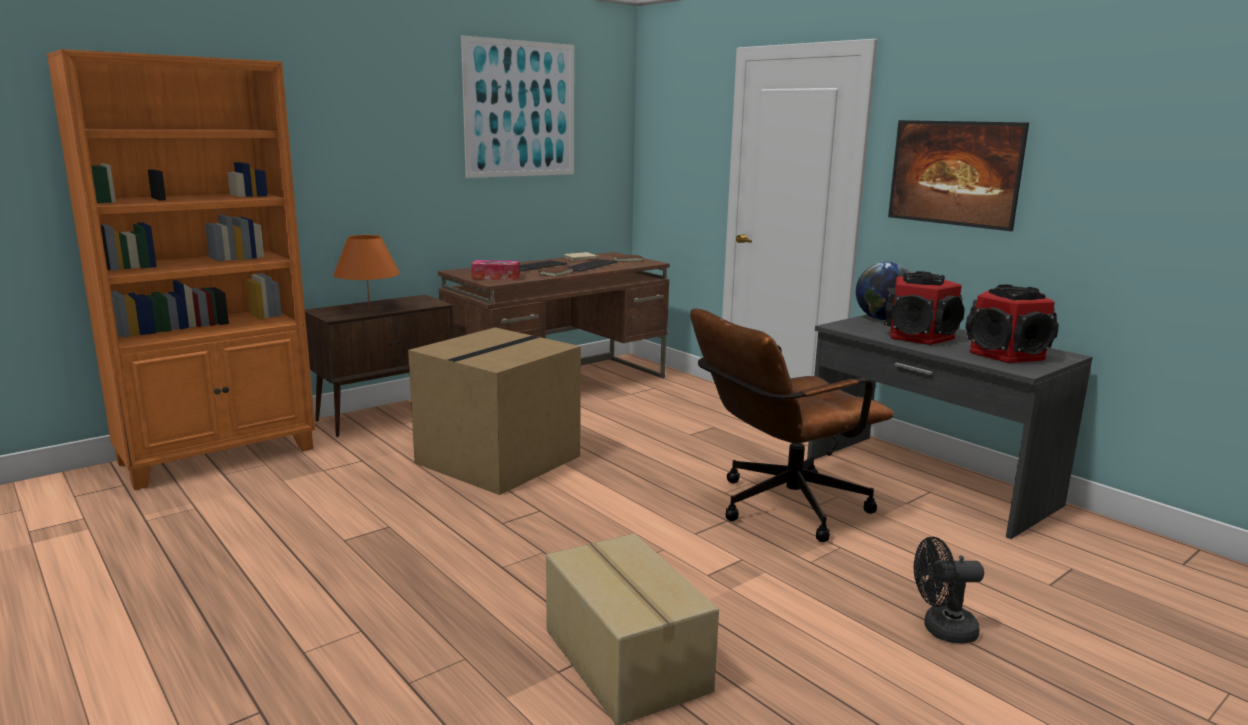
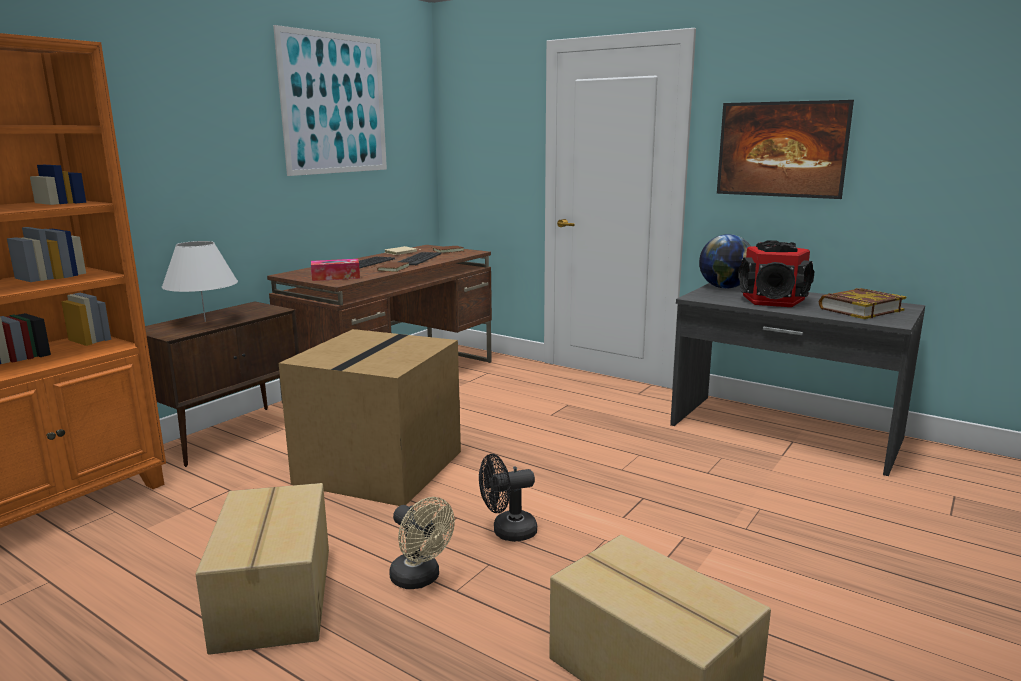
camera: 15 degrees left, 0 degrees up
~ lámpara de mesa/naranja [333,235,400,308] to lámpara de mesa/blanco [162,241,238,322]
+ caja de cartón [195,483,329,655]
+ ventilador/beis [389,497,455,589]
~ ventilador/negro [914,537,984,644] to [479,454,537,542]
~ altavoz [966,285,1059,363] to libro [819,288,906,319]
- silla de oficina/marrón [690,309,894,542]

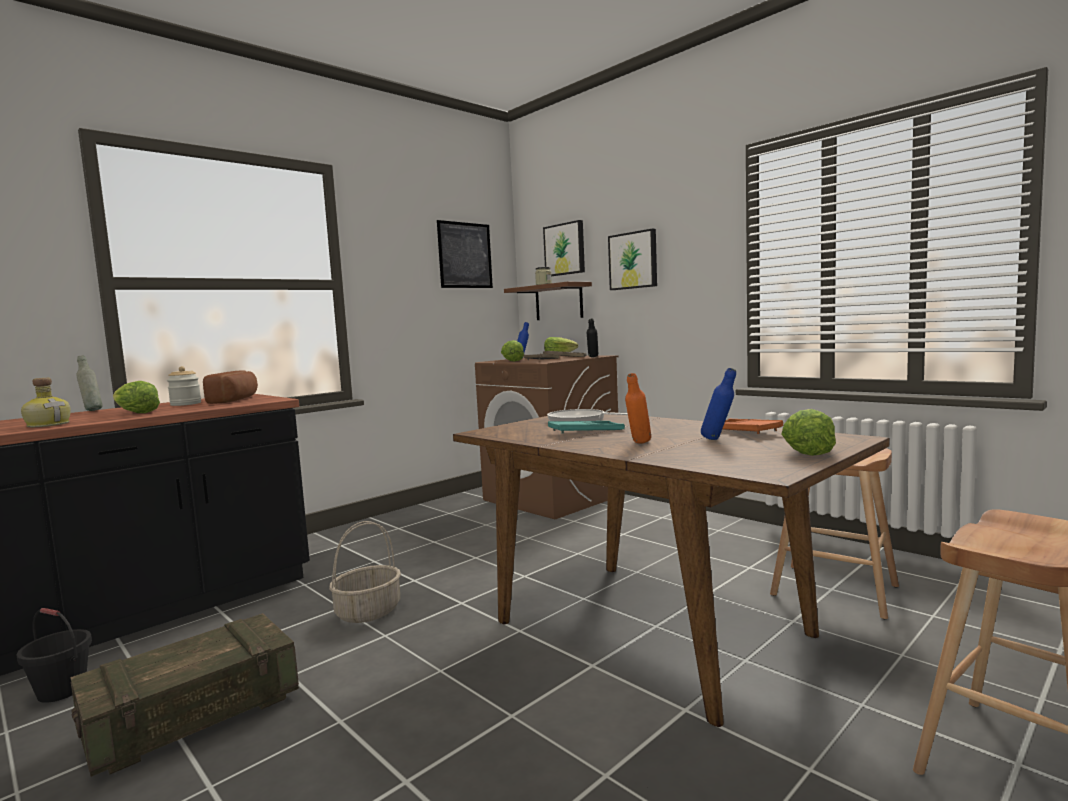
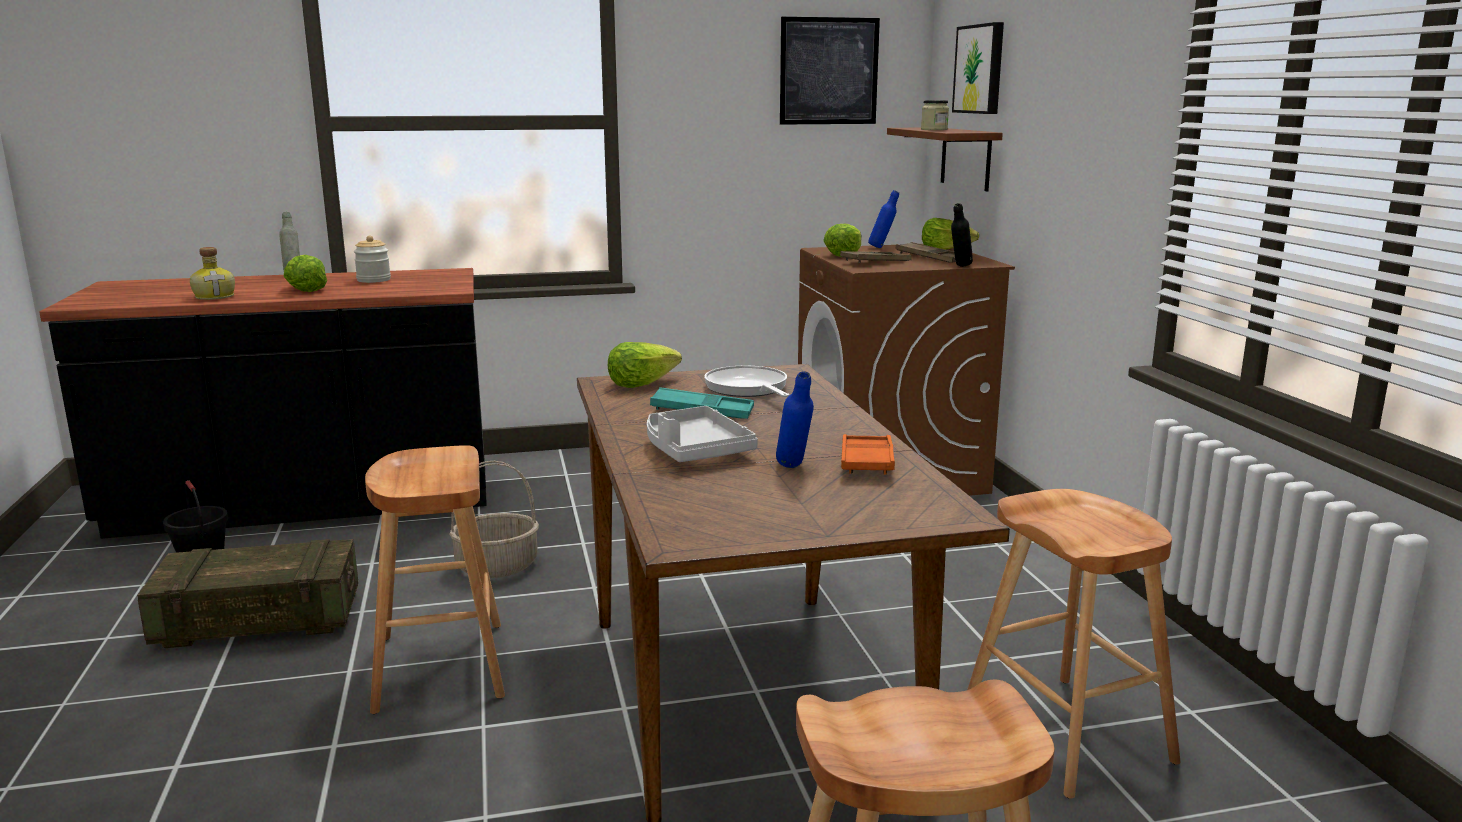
camera: 30 degrees right, 10 degrees up
+ taburete/marrón [365,445,505,714]
~ lechuga [781,409,836,456] to [608,342,682,388]
~ botella/naranja [625,373,651,444] to bandeja/gris [647,406,758,462]
- pan [203,370,258,404]
- cuadro [608,229,657,290]

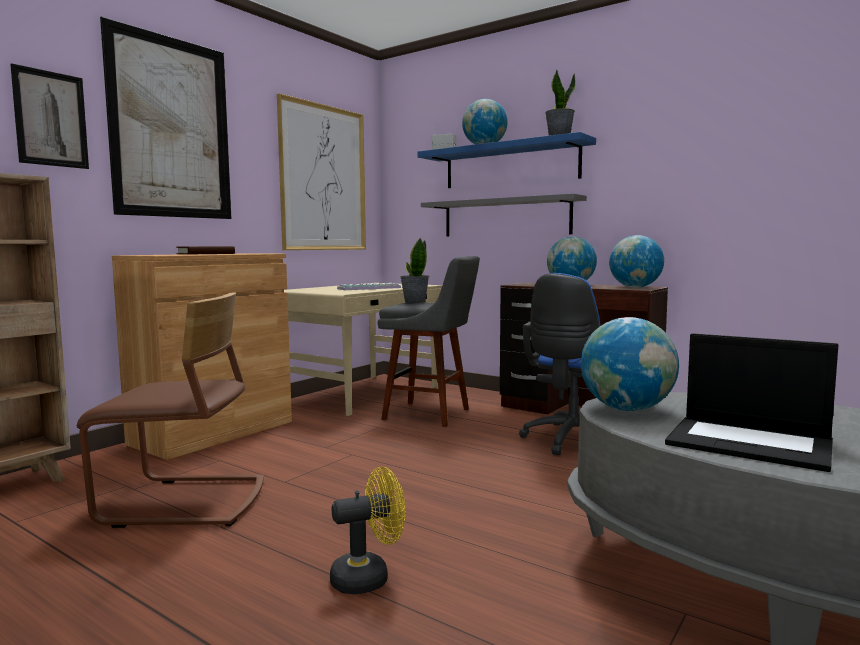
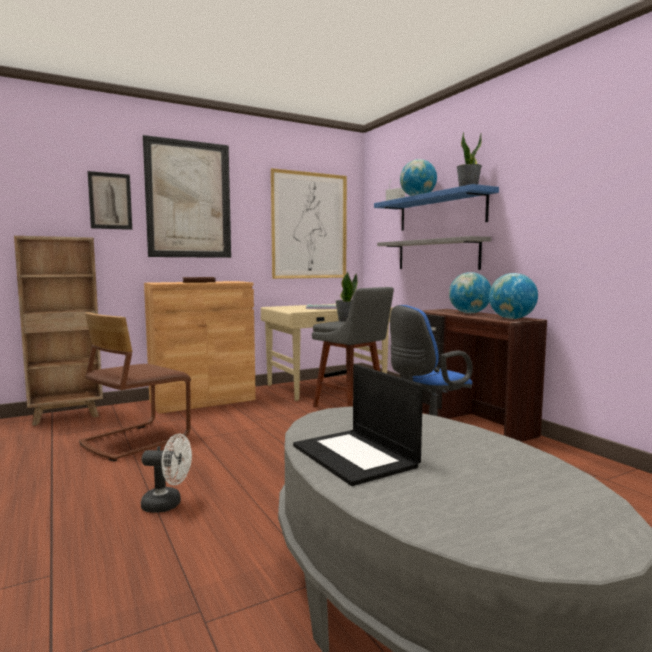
camera: 25 degrees right, 0 degrees up
~ silla/marrón [77,293,264,528] = [79,312,191,461] 105 degrees clockwise
~ ventilador/amarillo [330,467,406,594] to ventilador/blanco [141,433,192,513]
- globo terráqueo [581,317,679,411]

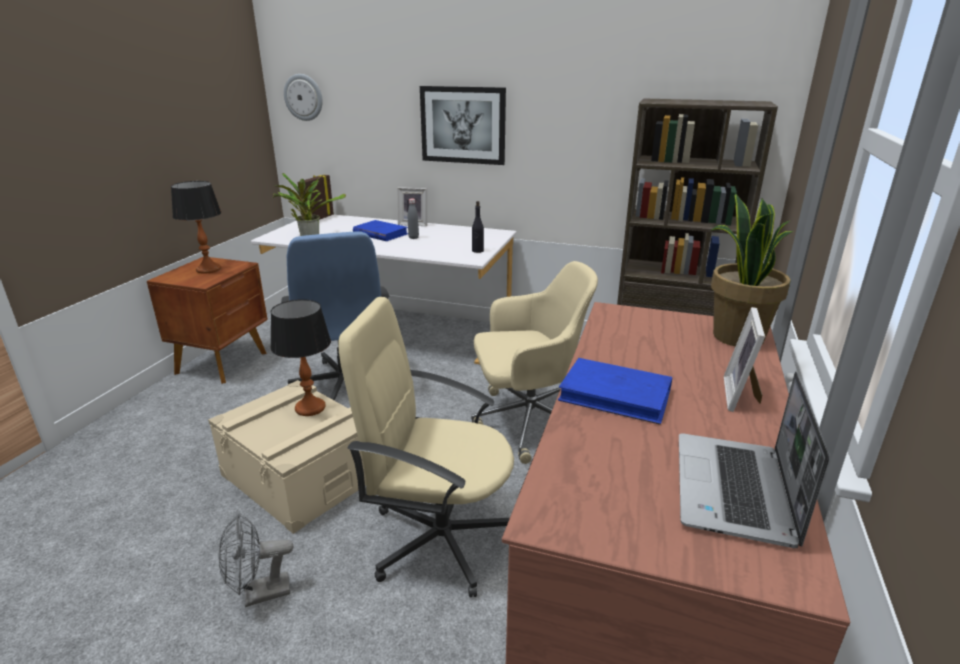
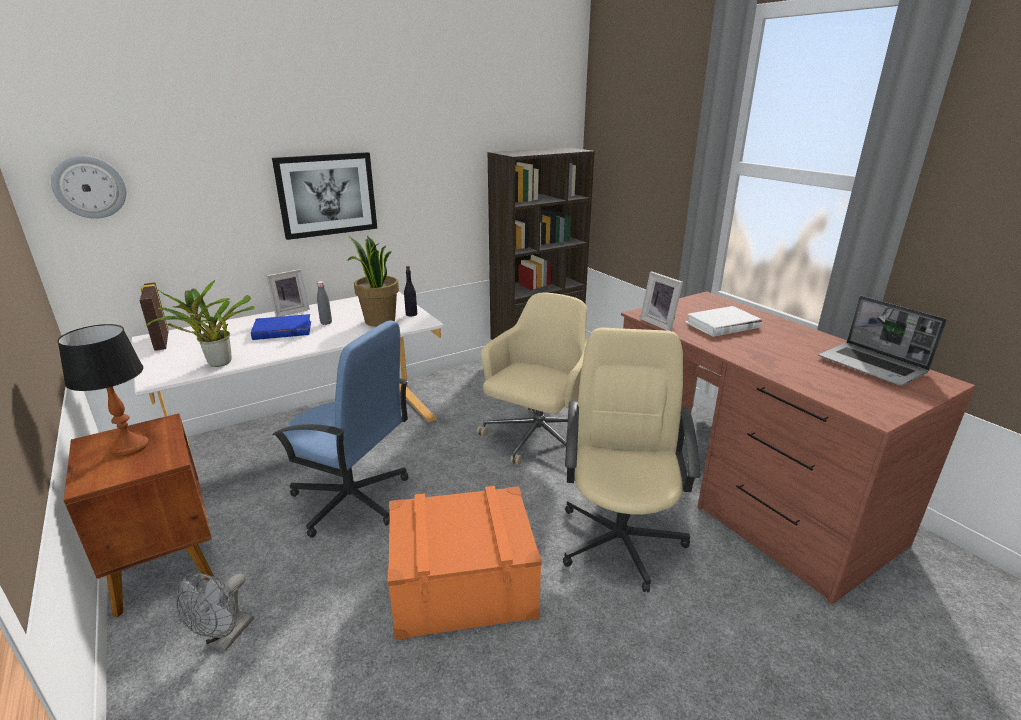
camera: 50 degrees left, 0 degrees up
~ ventilador/gris [219,513,293,607] to [176,573,254,651]
~ planta en maceta [710,194,793,346] to [347,236,399,327]
~ caja de almacenaje/beis [208,380,366,534] to caja de almacenaje/naranja [388,486,542,640]
~ silla de oficina/beis [338,297,514,598] = [563,327,701,592] 135 degrees clockwise
~ portarretratos [724,307,765,412] to [640,271,683,331]
+ libro/blanco [685,306,762,337]
- lámpara de mesa [270,299,331,416]
- libro/azul [558,358,672,425]

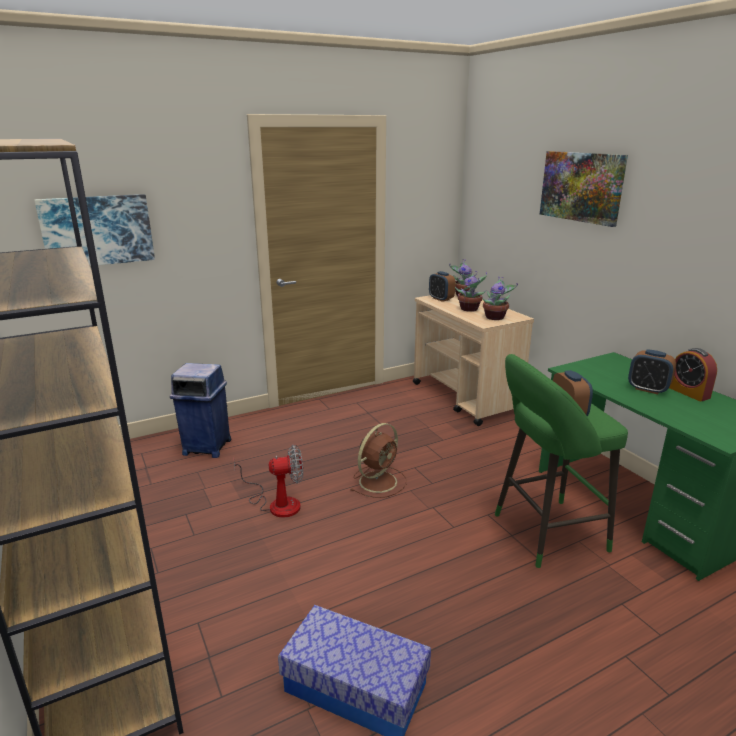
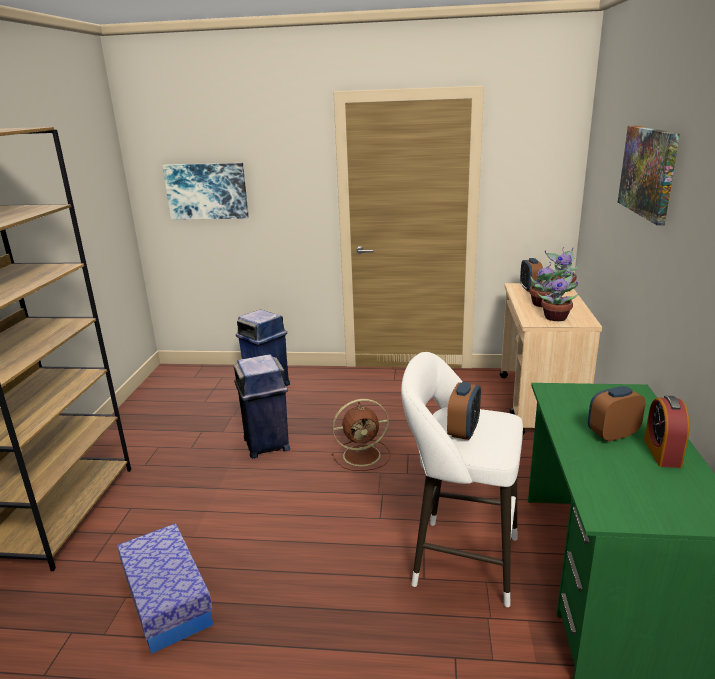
camera: 35 degrees right, 0 degrees up
~ ventilador [234,445,303,518] to papelera/azul [234,354,290,458]
~ taburete/verde [495,354,628,568] to taburete/blanco [401,352,523,607]
~ despertador [628,349,676,394] = [588,386,646,442] 90 degrees clockwise

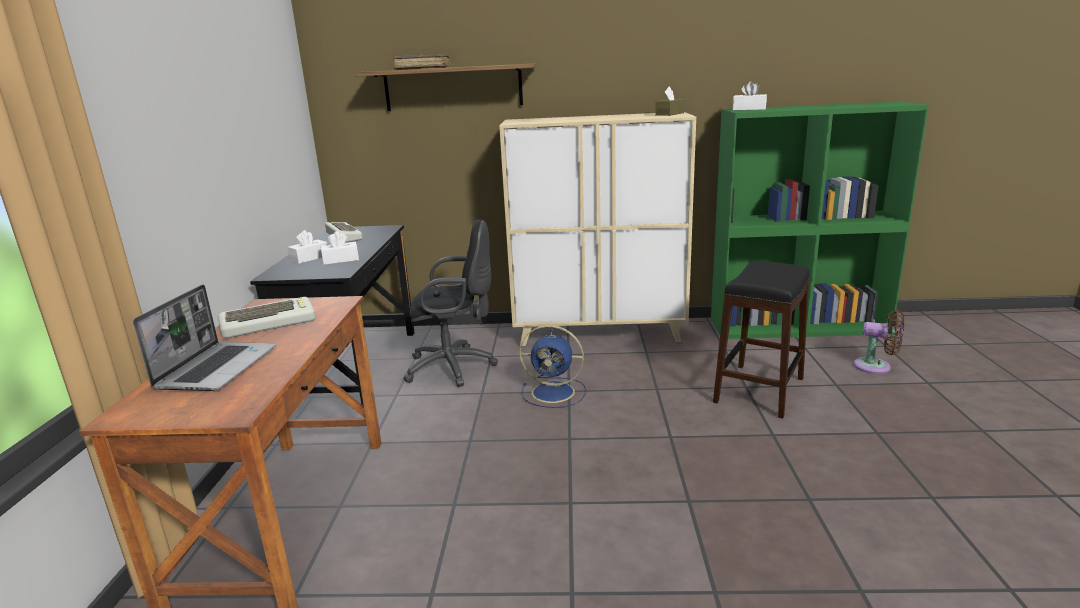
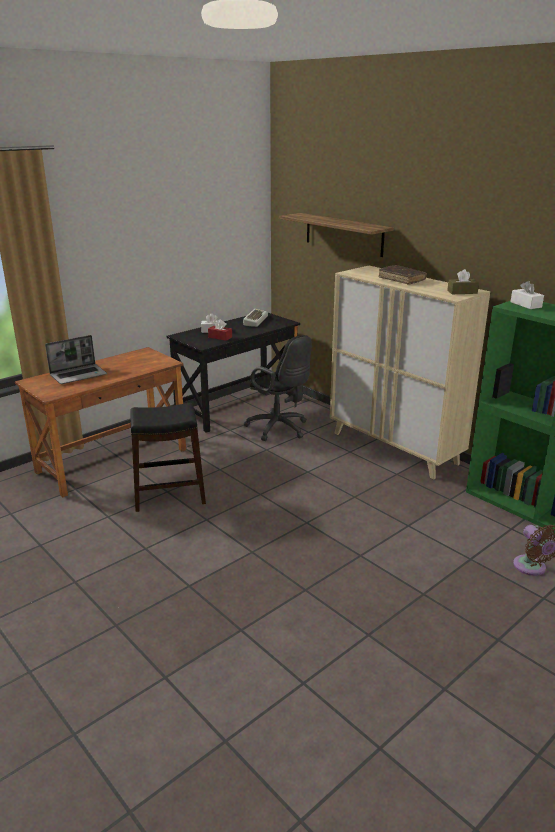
camera: 45 degrees right, 5 degrees up
~ taburete/negro [713,261,810,419] to [131,403,206,512]
~ caja de pañuelos/blanco [321,231,359,265] to caja de pañuelos/rojo [208,320,232,341]
~ libro/marrón [393,54,450,69] to [378,265,427,285]
- teclado [218,297,316,338]
- ventilador/azul [520,325,586,408]

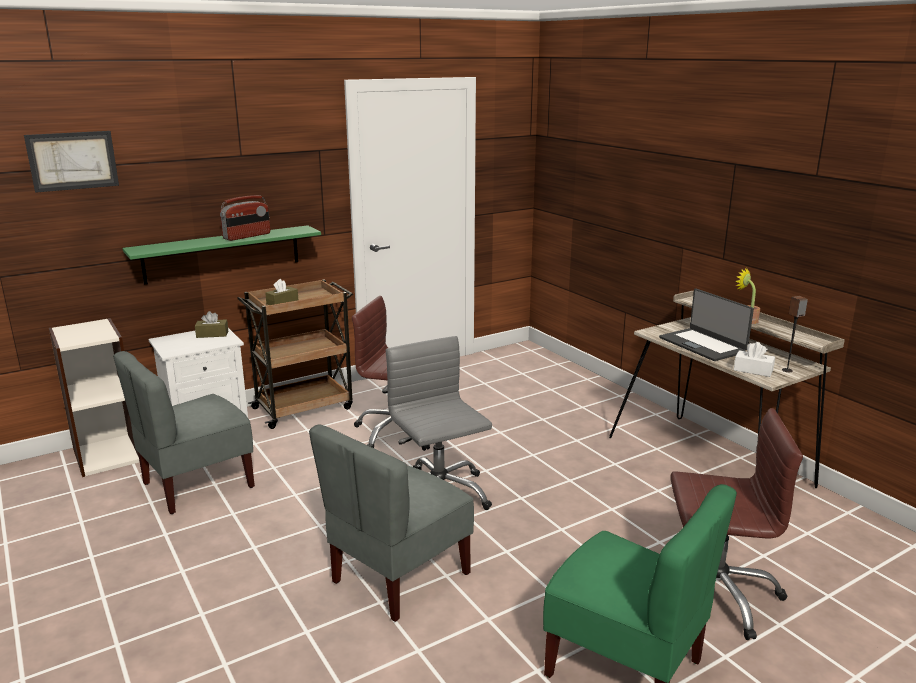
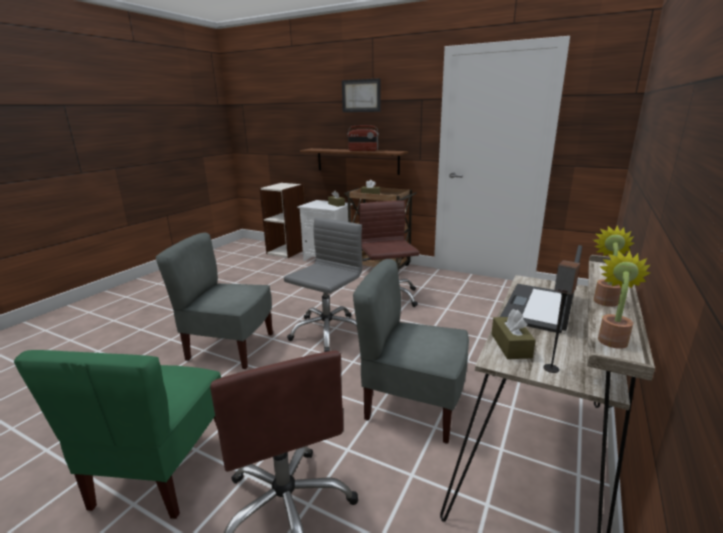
camera: 60 degrees right, 0 degrees up
~ estante/verde [122,225,321,285] to estante/marrón [300,148,408,175]
~ cuadro [24,131,119,193] to [342,78,380,112]
~ silla/gris [113,351,255,514] to [353,259,469,444]
~ caja de pañuelos/blanco [734,342,775,377] to caja de pañuelos/marrón [492,309,536,359]
+ planta en maceta [598,250,650,349]

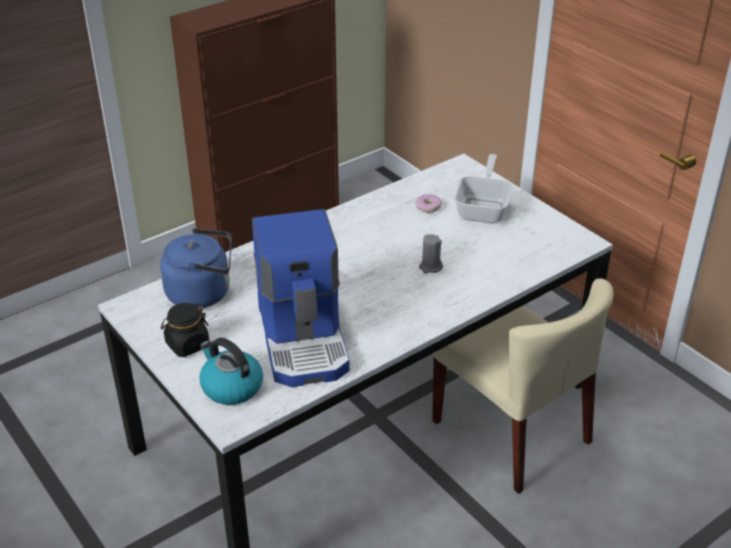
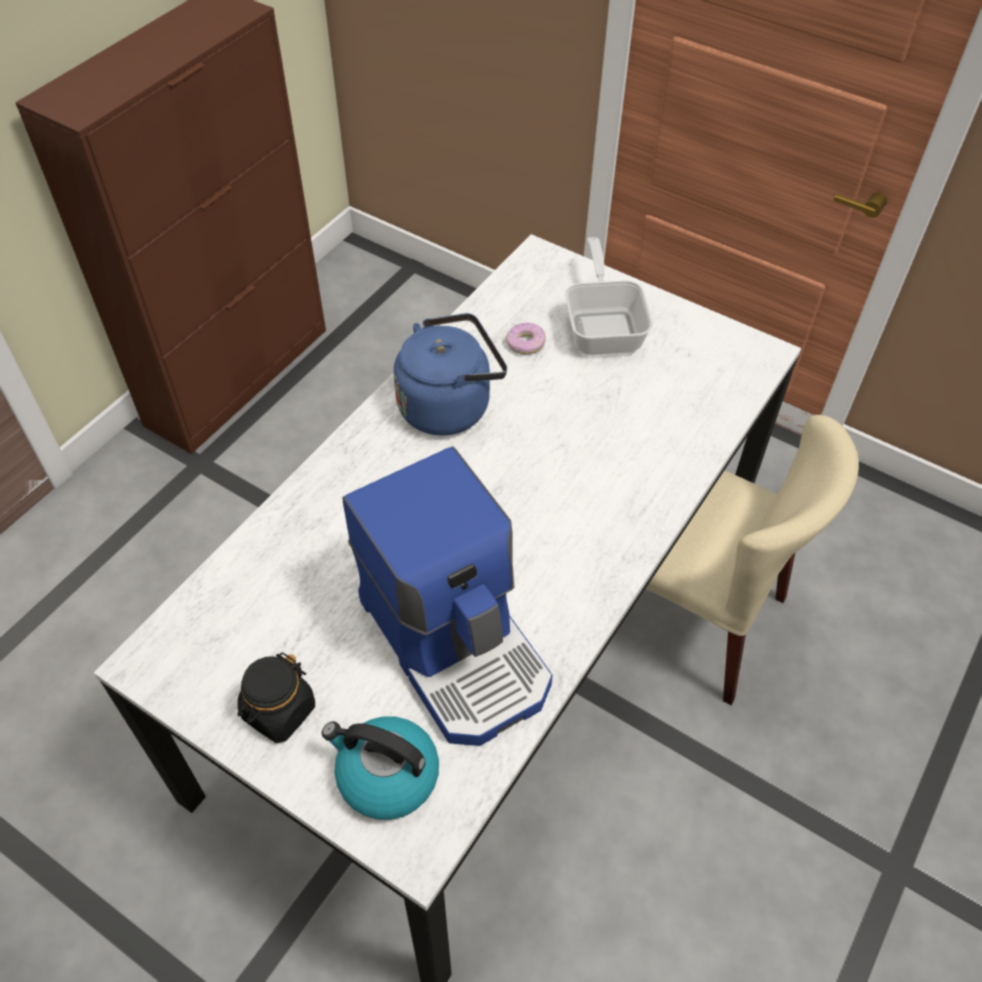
camera: 20 degrees left, 15 degrees up
~ hervidor/azul [160,228,232,308] to [394,313,507,435]
- vela/gris [419,234,443,274]

